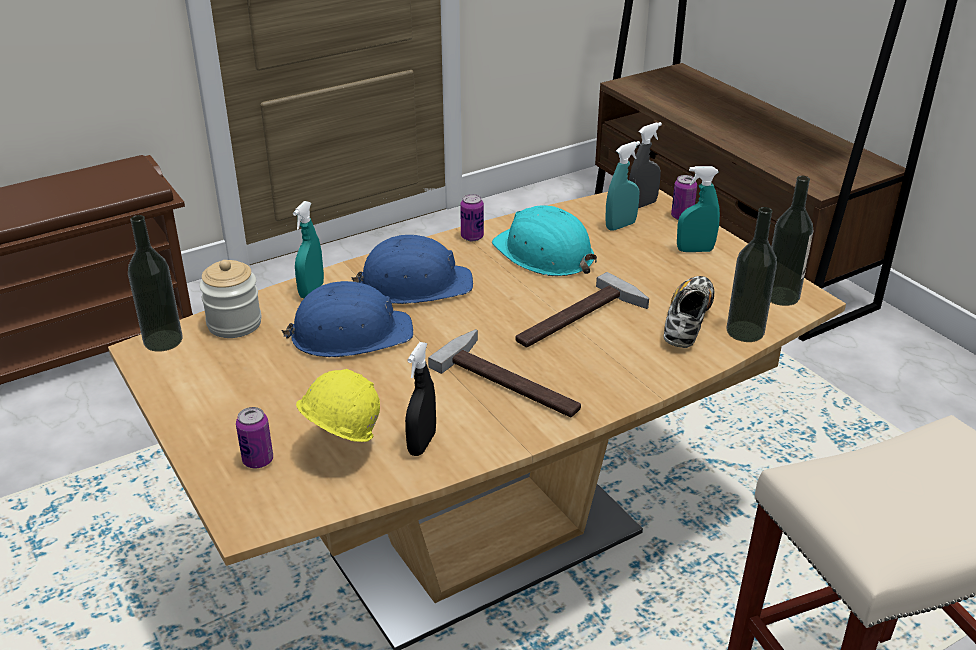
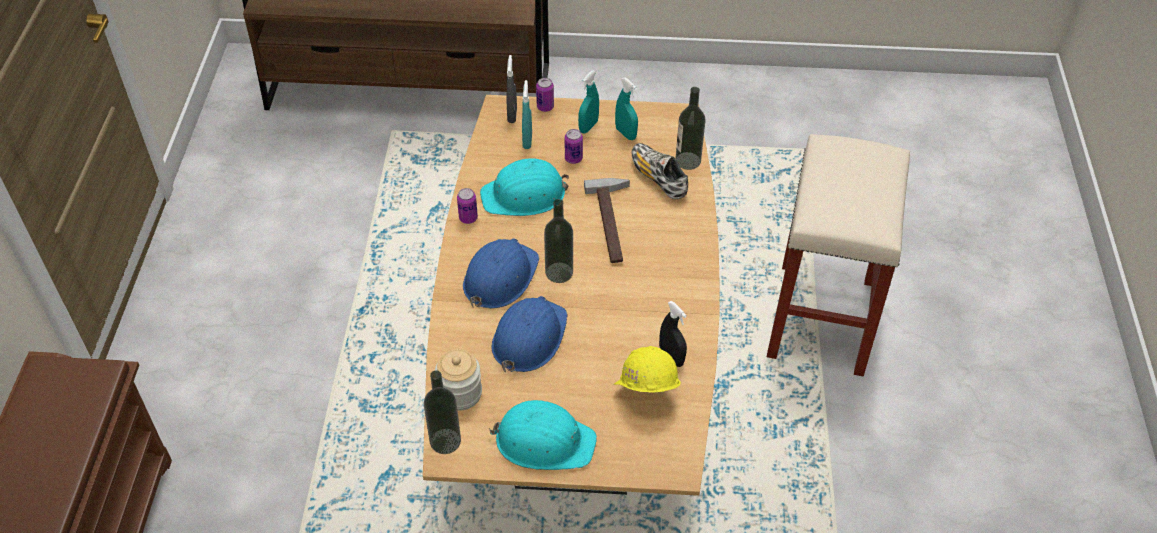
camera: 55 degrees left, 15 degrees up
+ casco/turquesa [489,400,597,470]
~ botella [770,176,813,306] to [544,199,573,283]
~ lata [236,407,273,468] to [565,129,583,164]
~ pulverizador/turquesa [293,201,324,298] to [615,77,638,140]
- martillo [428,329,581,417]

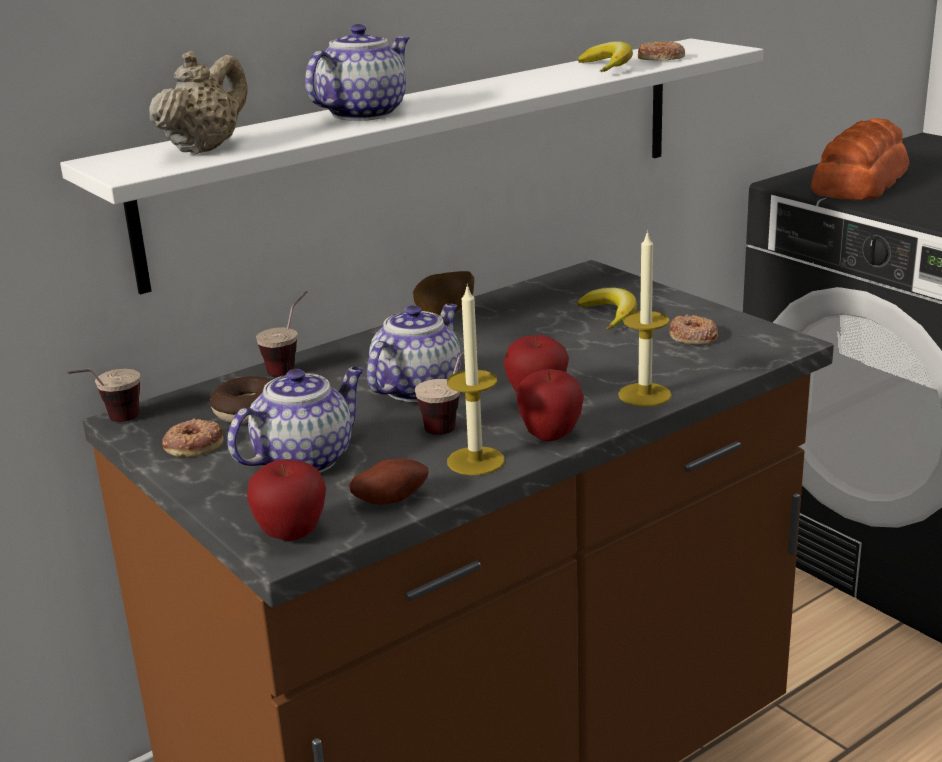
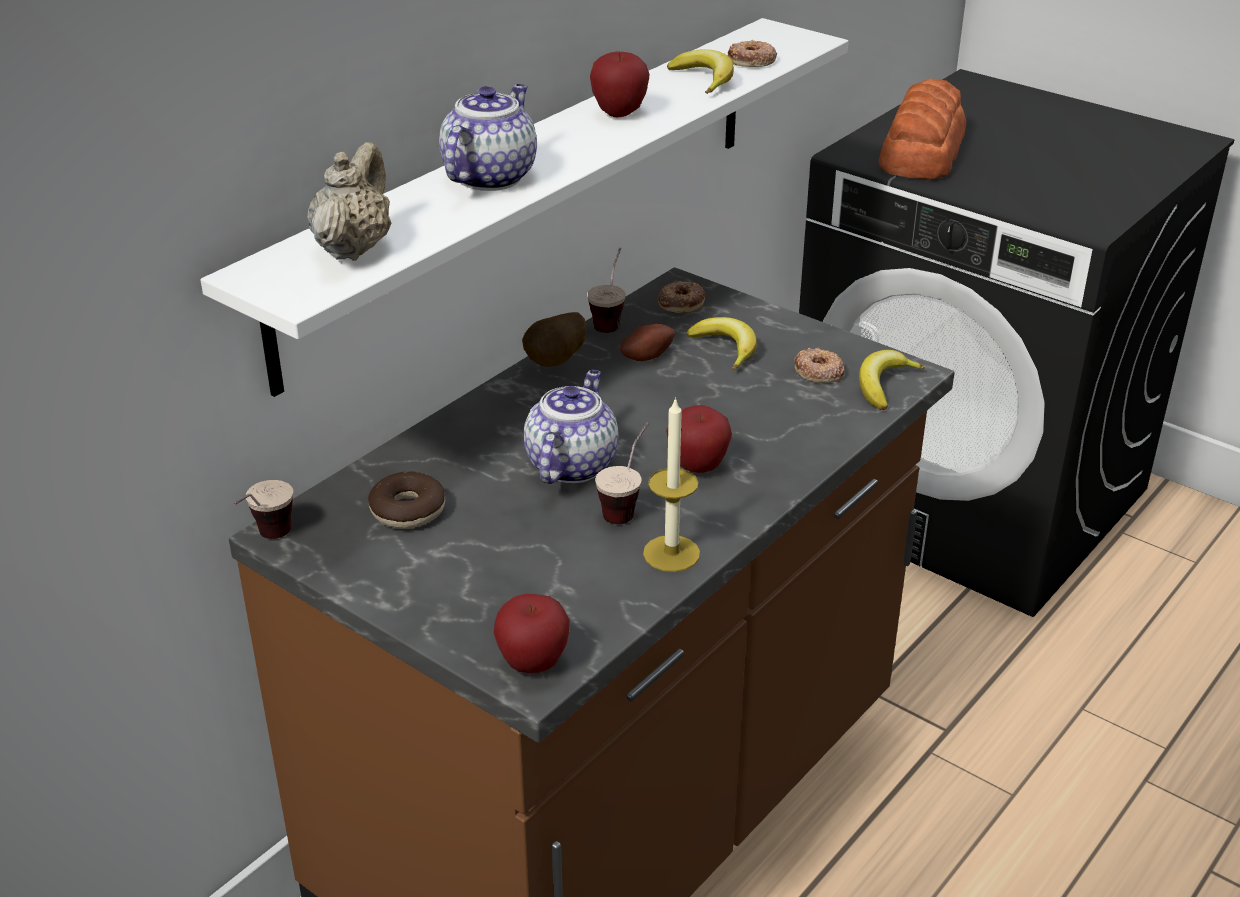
camera: 15 degrees left, 10 degrees up
~ taza [256,291,307,377] to [587,247,626,333]
~ manzana [516,369,584,441] to [590,51,649,117]
~ patata [349,459,429,505] to [620,324,675,361]
~ rosquilla [162,418,224,457] to [658,281,705,313]
+ plátano [859,350,925,410]
- tetera [227,367,364,473]
- vela [618,230,672,407]

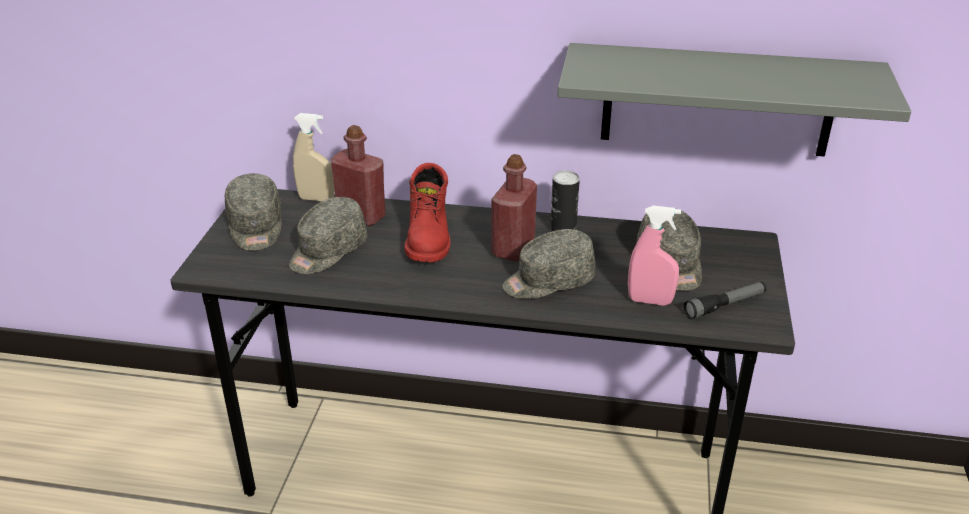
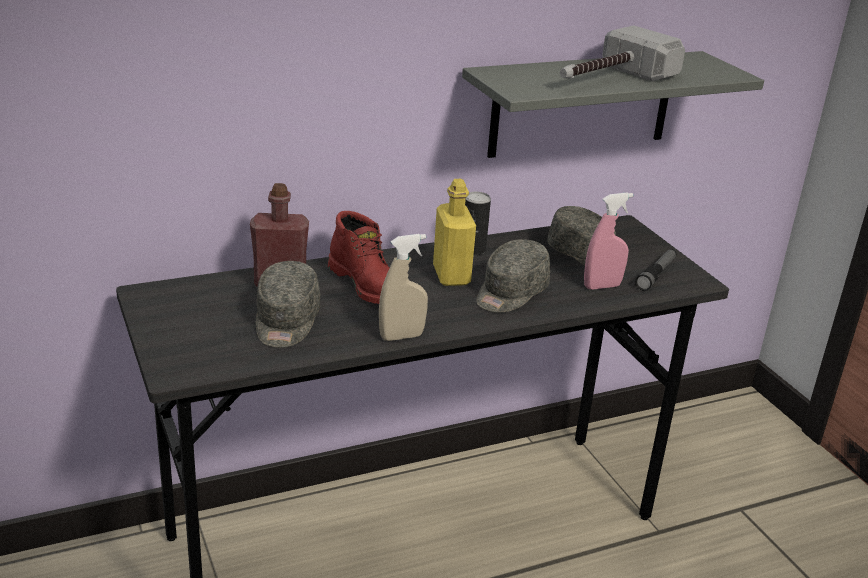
camera: 35 degrees left, 5 degrees down
~ pulverizador/beis [293,113,335,201] to [379,234,428,341]
~ botella/rojo [492,154,537,261] to botella/amarillo [433,179,476,286]
+ martillo [560,25,685,81]
- gorra/gris [225,173,282,251]

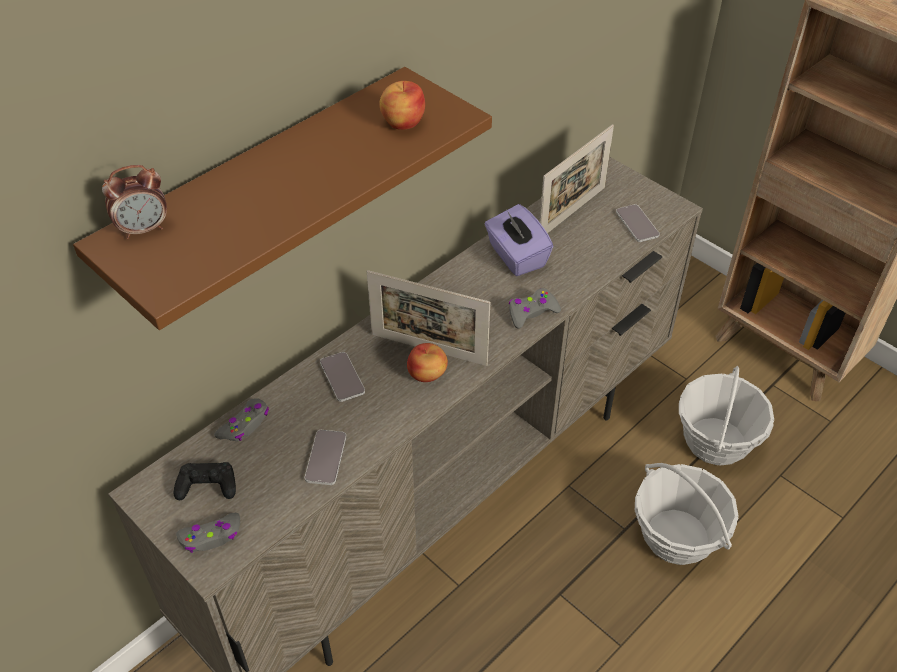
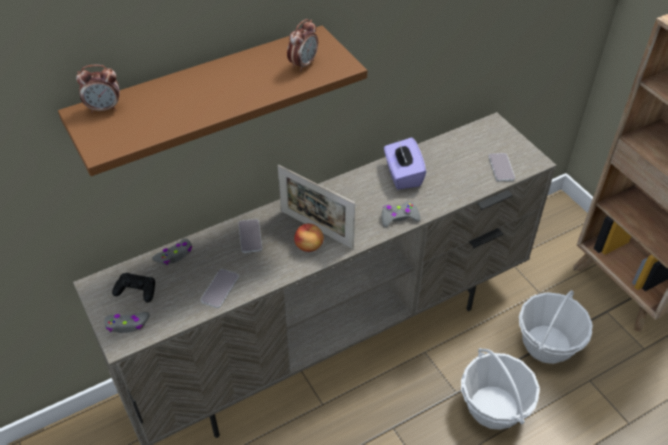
camera: 15 degrees right, 0 degrees up
~ manzana [379,81,425,130] to despertador [287,19,318,72]
- portarretratos [539,124,614,233]

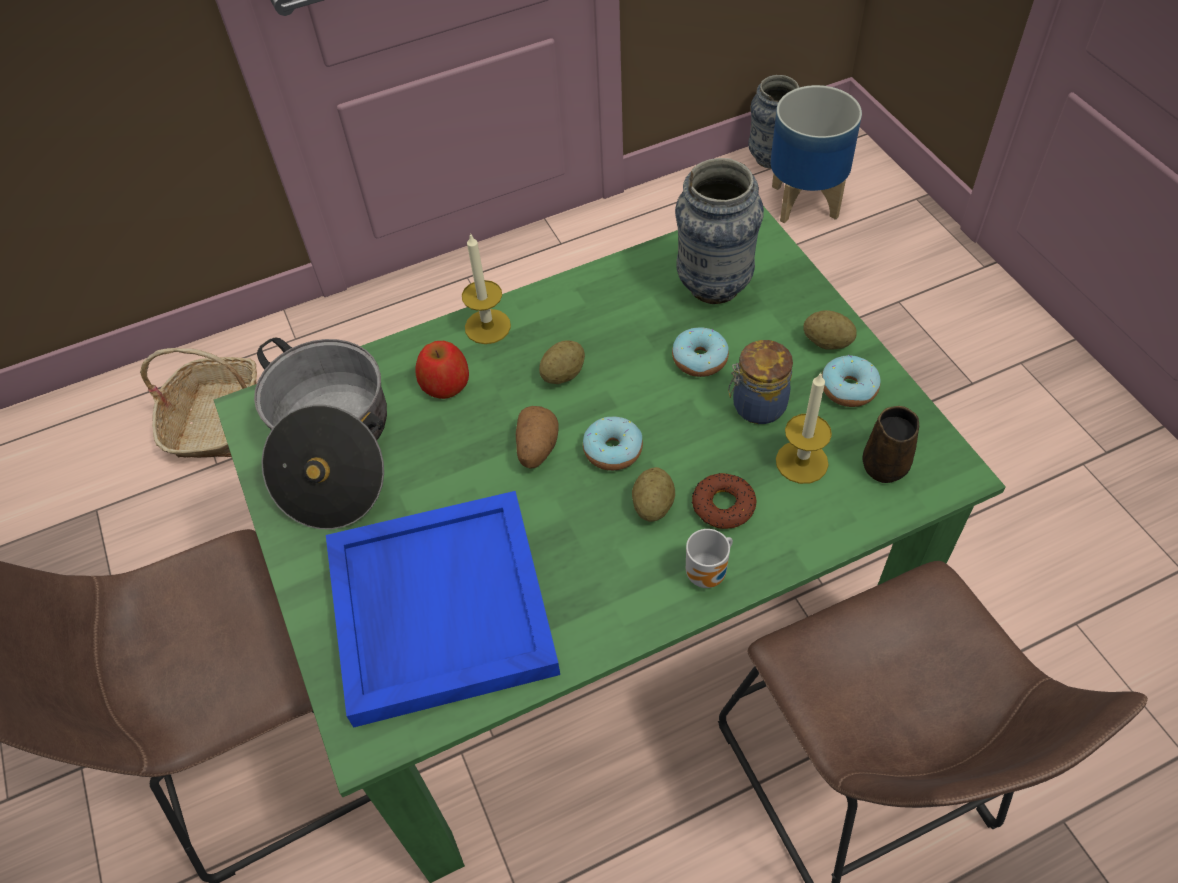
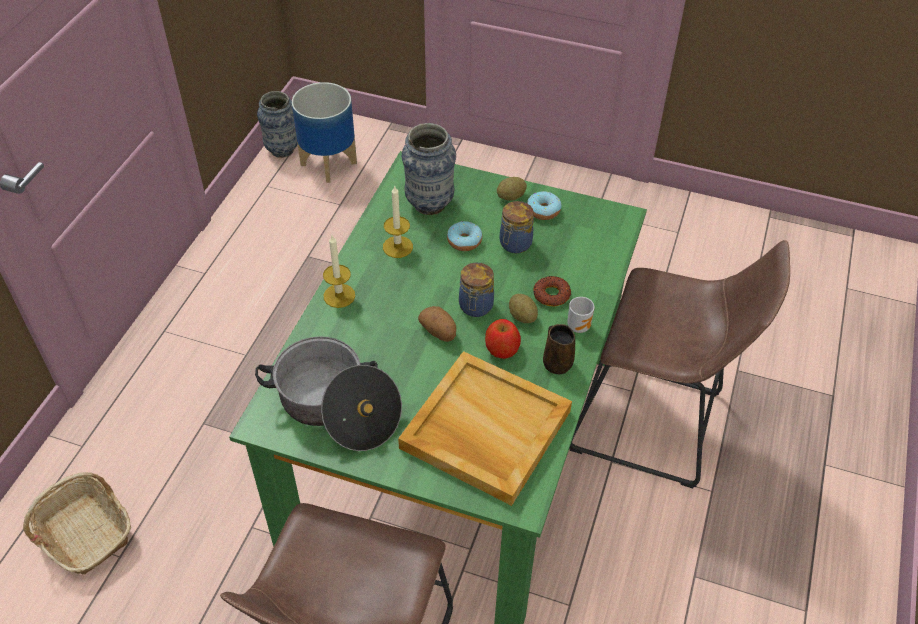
camera: 50 degrees left, 5 degrees down
~ vela [776,372,832,484] to [383,185,413,258]
~ bandeja/azul [326,491,560,727] to bandeja/beis [398,351,572,506]
~ rosquilla [583,417,643,471] to tarro [459,263,494,317]
~ manzana [415,341,469,399] to [485,319,521,359]
~ taza grande/marrón [863,406,919,483] to [543,324,575,374]
- patata [539,340,585,384]

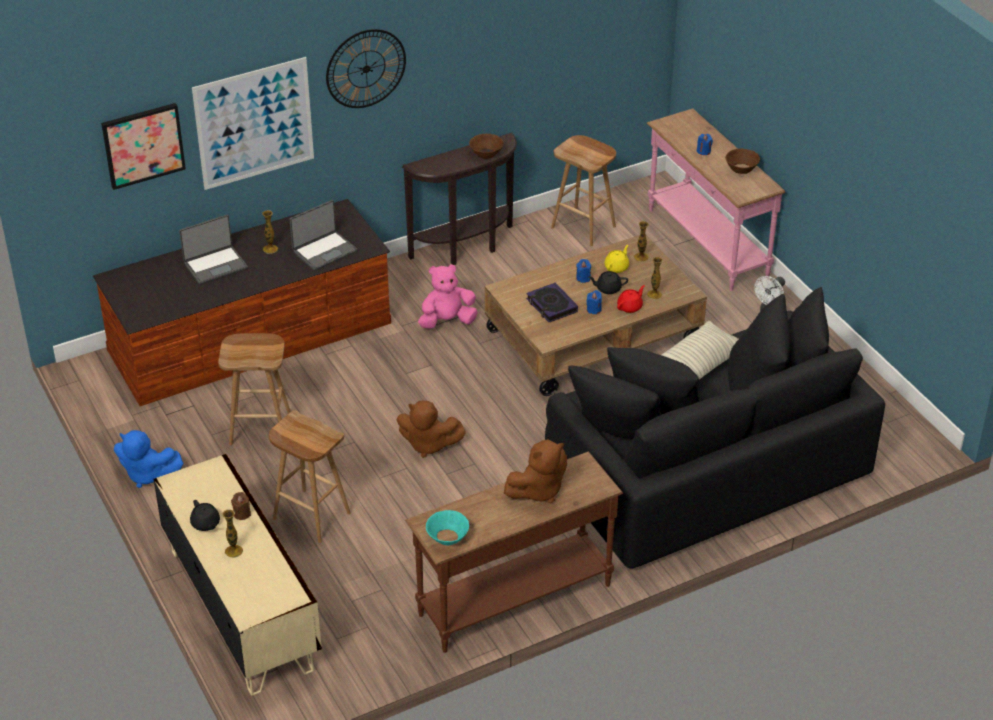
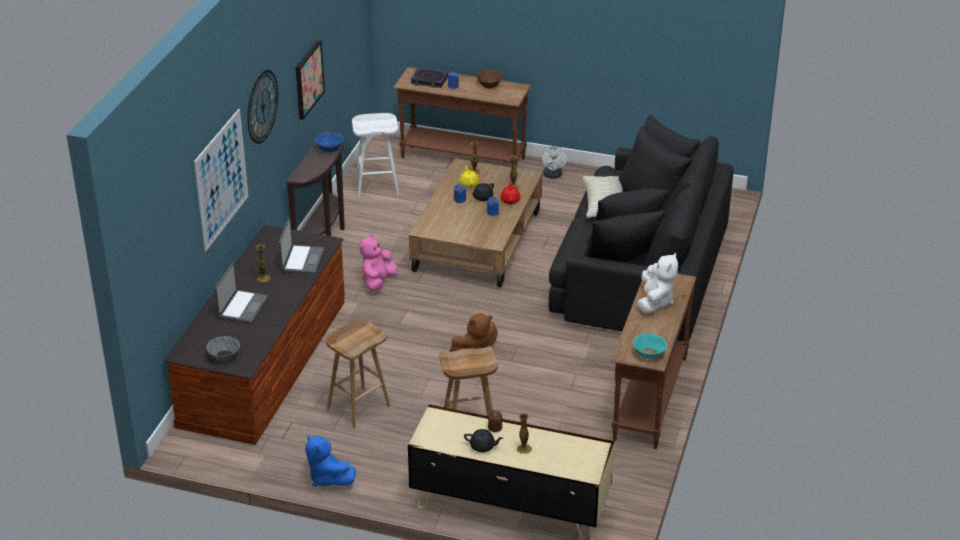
camera: 45 degrees left, 5 degrees down
+ cuenco/gris [206,336,240,361]
~ cuadro [101,103,186,190] to [296,40,325,120]
~ peluche/azul [114,430,184,488] = [305,434,356,487] 75 degrees clockwise
~ cuenco/marrón [469,134,503,159] to cuenco/azul [315,132,343,152]
~ taburete/marrón [551,135,616,246] to taburete/blanco [352,113,399,197]
~ mesa consola/rosa [647,109,785,291] to mesa consola/marrón [393,67,531,168]
~ libro [526,283,578,322] to [410,67,448,88]
~ peluche/marrón [504,439,567,503] to peluche/blanco [637,252,678,314]

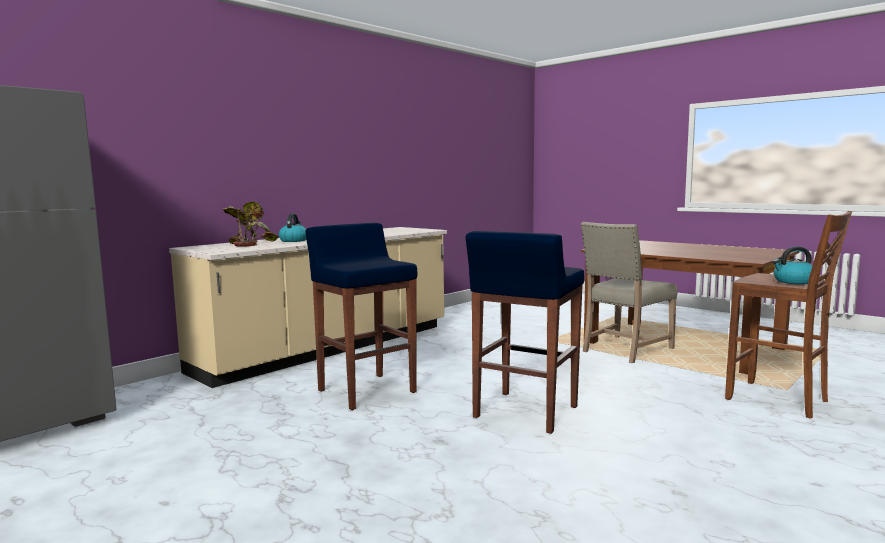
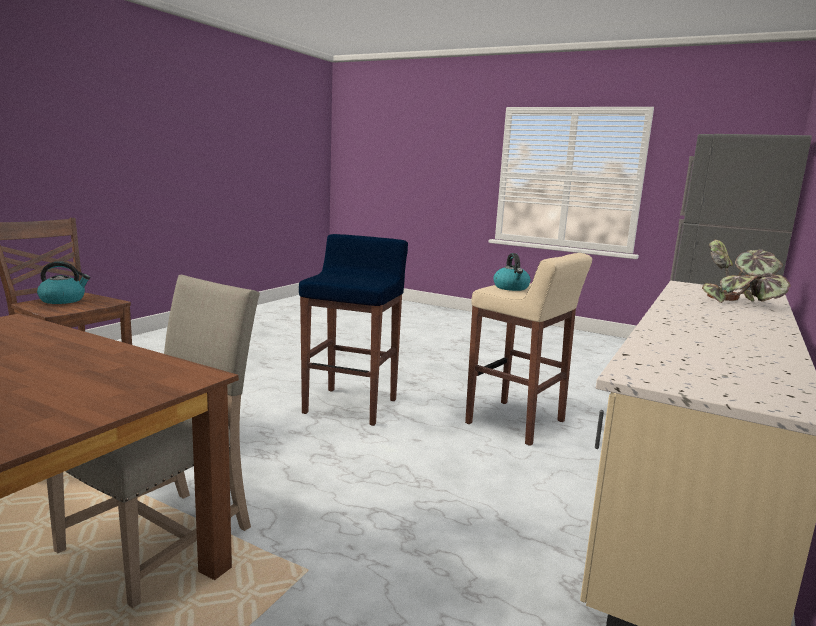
camera: 165 degrees right, 5 degrees up
~ taburete/azul [305,223,417,410] to taburete/beis [465,253,592,446]
~ hervidor [279,213,306,242] to [493,253,531,291]

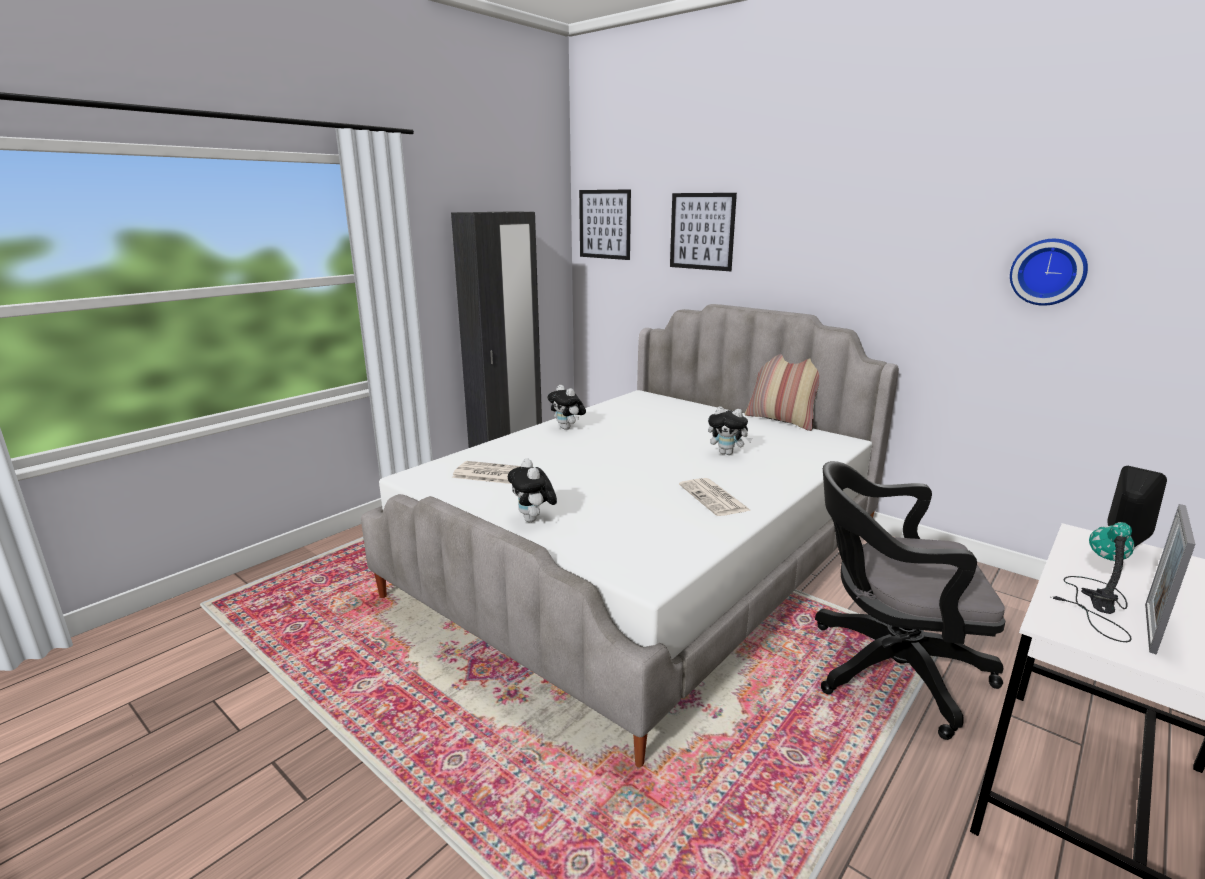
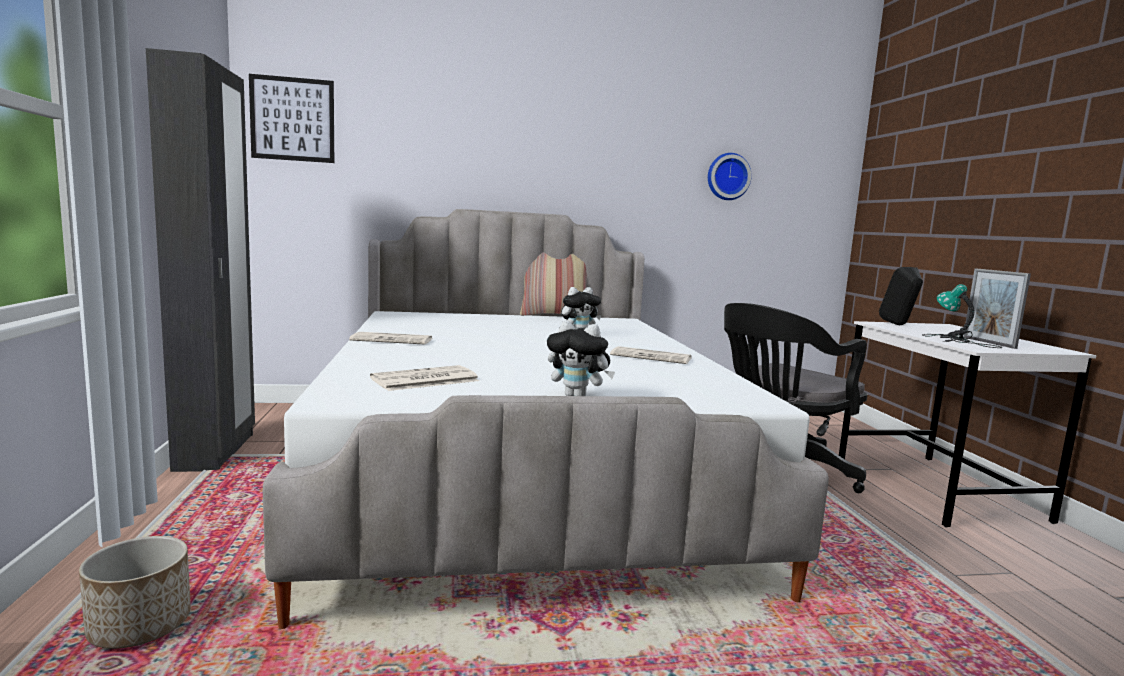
camera: 50 degrees left, 10 degrees down
+ maceta [79,536,191,649]
~ peluche [547,384,586,430] to periódico [349,332,432,345]
- cuadro [670,193,737,271]

